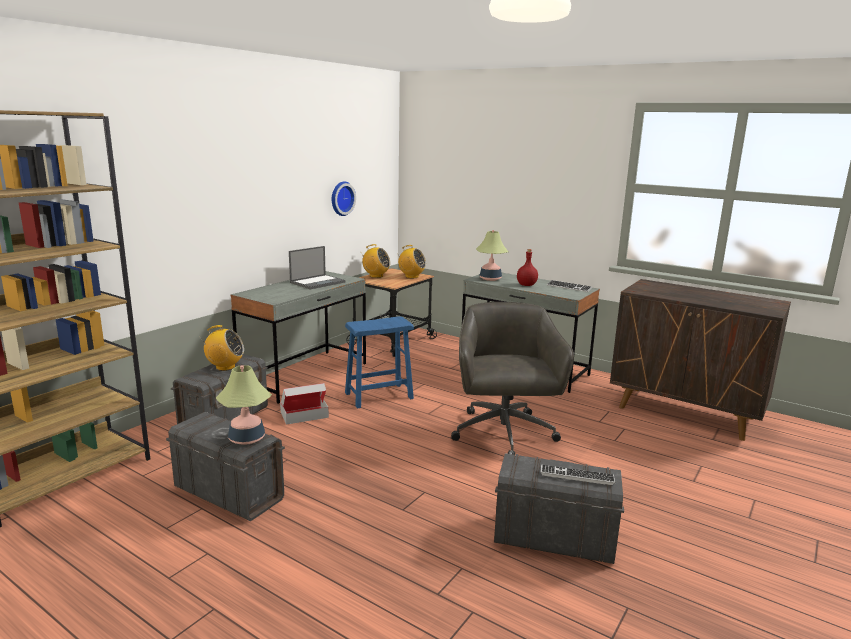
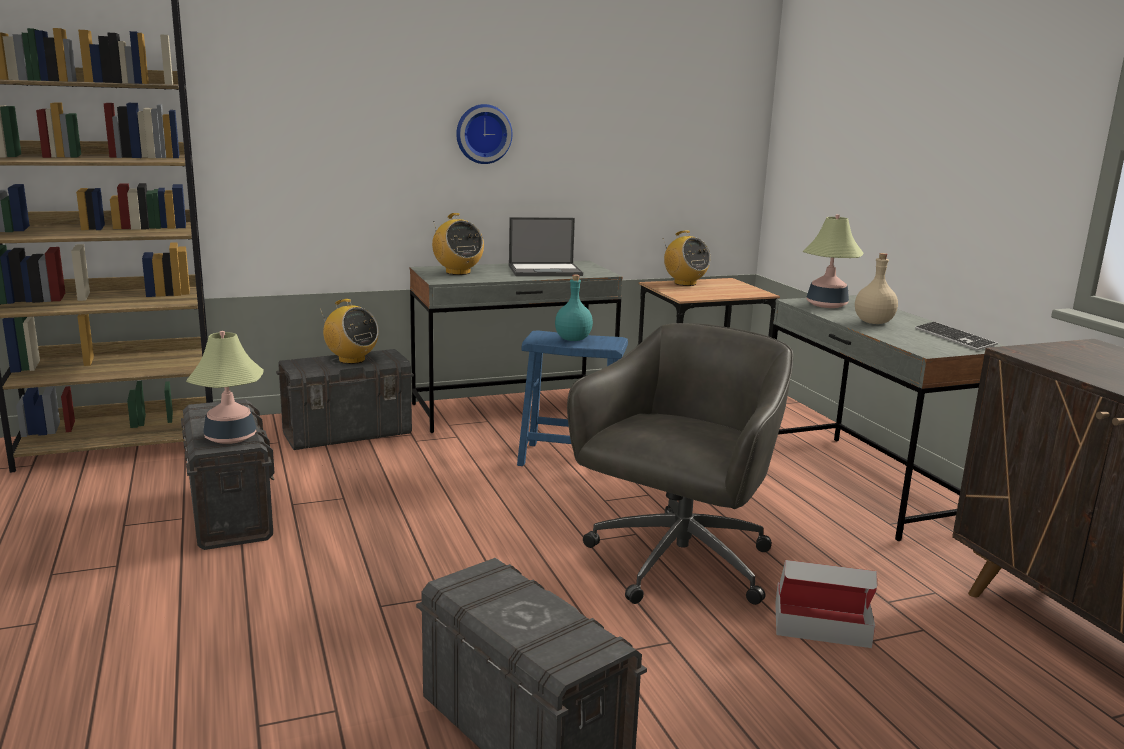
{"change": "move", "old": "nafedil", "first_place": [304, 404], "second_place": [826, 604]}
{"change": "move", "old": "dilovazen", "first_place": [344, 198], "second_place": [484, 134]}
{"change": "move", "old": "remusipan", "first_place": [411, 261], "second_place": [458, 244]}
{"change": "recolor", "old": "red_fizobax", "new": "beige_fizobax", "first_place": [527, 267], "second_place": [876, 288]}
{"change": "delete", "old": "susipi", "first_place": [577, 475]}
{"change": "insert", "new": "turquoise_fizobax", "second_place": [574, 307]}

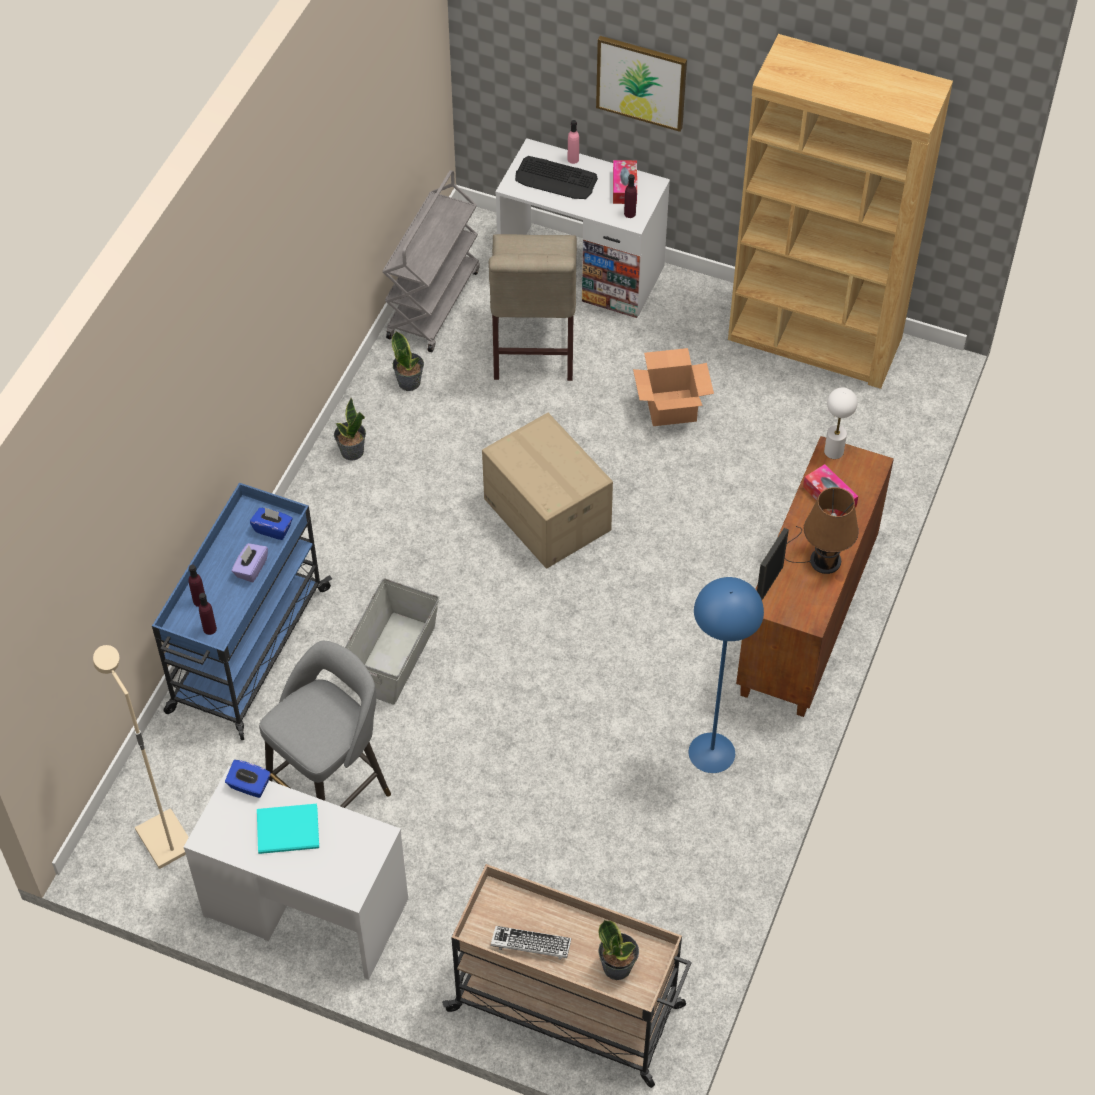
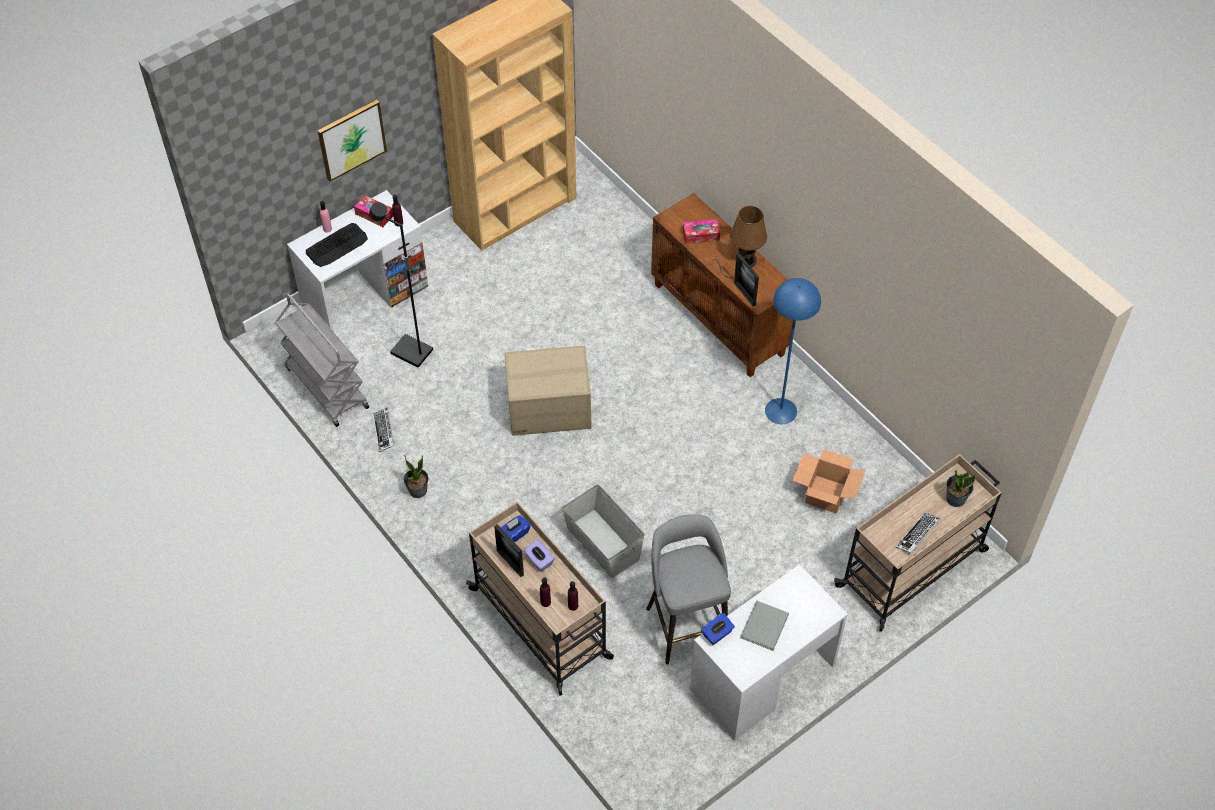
{"change": "delete", "old": "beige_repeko", "first_place": [141, 757]}
{"change": "recolor", "old": "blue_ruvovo", "new": "beige_ruvovo", "first_place": [242, 611], "second_place": [540, 598]}
{"change": "recolor", "old": "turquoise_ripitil", "new": "grey_ripitil", "first_place": [288, 829], "second_place": [765, 625]}
{"change": "replace", "old": "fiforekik", "new": "susipi", "first_place": [408, 361], "second_place": [383, 430]}
{"change": "replace", "old": "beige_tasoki", "new": "black_repeko", "first_place": [533, 307], "second_place": [401, 285]}
{"change": "move", "old": "nafedil", "first_place": [673, 387], "second_place": [829, 481]}
{"change": "delete", "old": "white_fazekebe", "first_place": [841, 423]}
{"change": "insert", "new": "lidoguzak", "second_place": [509, 550]}

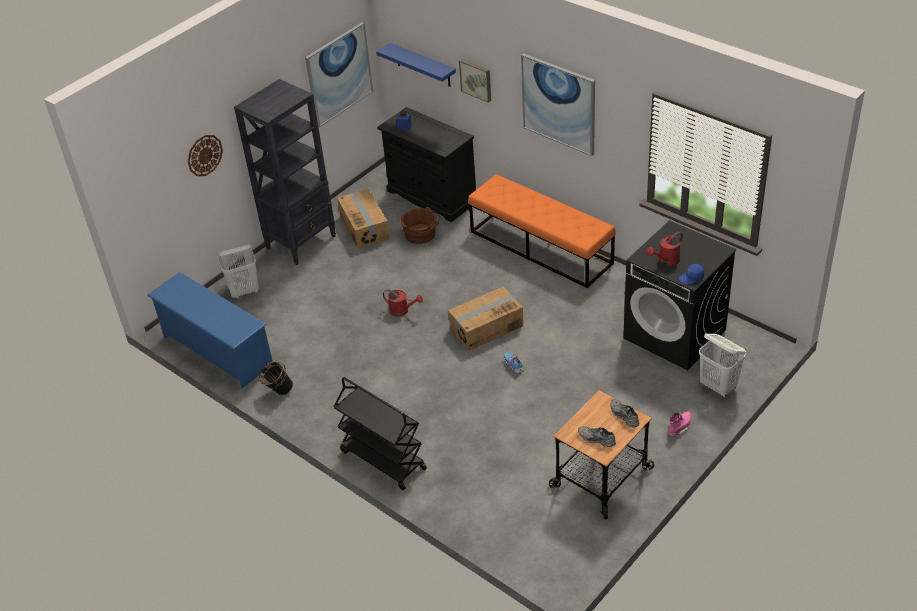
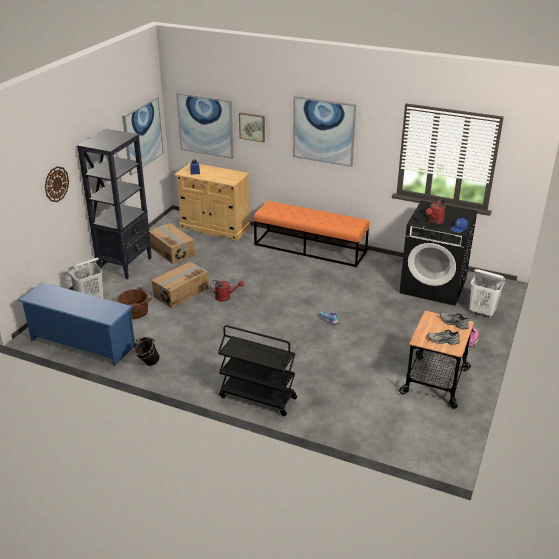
{"change": "replace", "old": "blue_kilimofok", "new": "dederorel", "first_place": [416, 65], "second_place": [205, 125]}
{"change": "recolor", "old": "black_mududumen", "new": "beige_mududumen", "first_place": [426, 164], "second_place": [212, 201]}
{"change": "move", "old": "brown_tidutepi", "first_place": [420, 225], "second_place": [134, 303]}
{"change": "move", "old": "nafedil", "first_place": [485, 319], "second_place": [180, 285]}

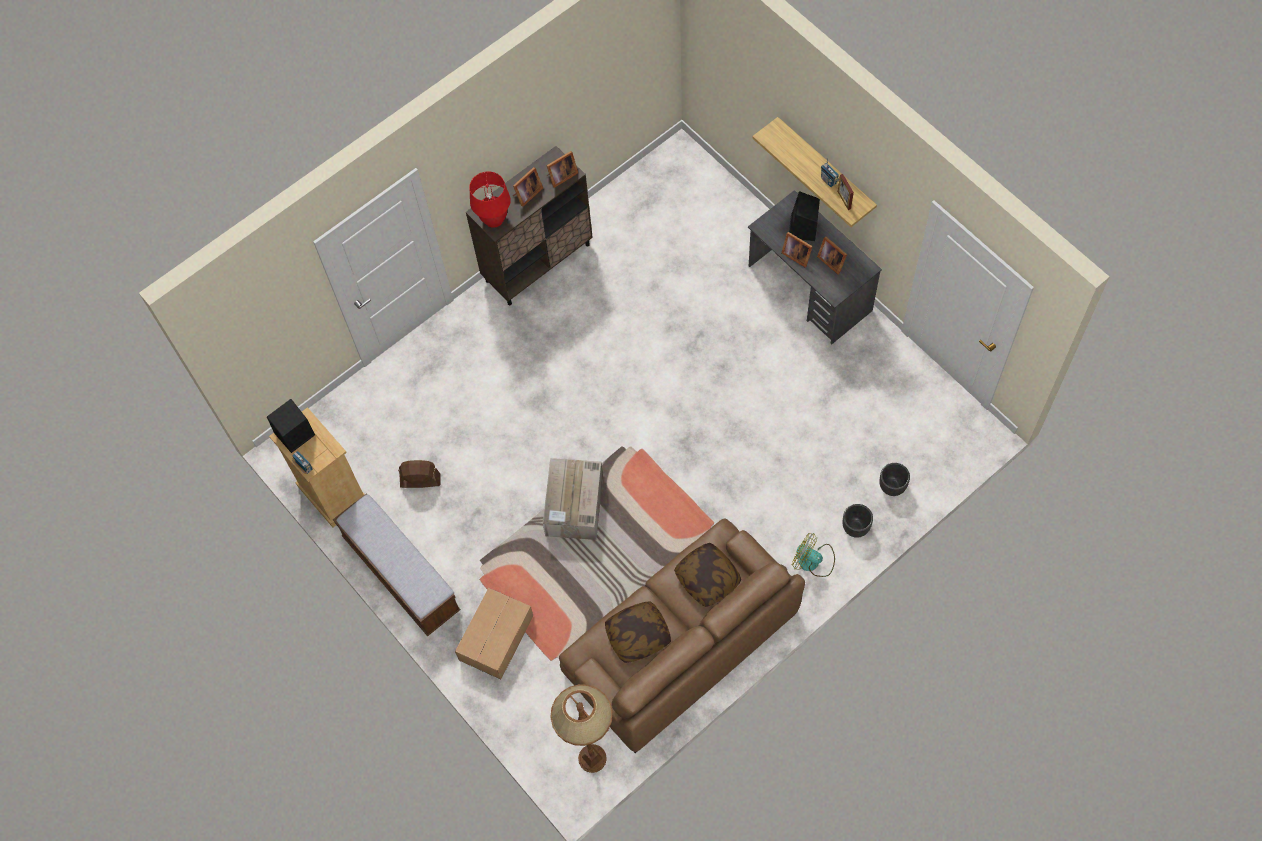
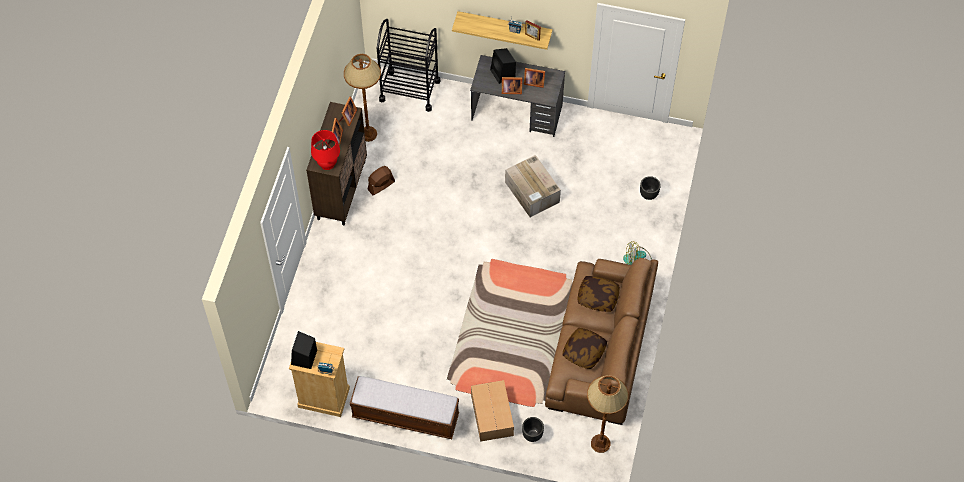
{"change": "move", "old": "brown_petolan", "first_place": [419, 474], "second_place": [381, 180]}
{"change": "move", "old": "nafedil", "first_place": [573, 499], "second_place": [533, 186]}
{"change": "move", "old": "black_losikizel", "first_place": [858, 521], "second_place": [533, 429]}
{"change": "insert", "new": "brown_repeko", "second_place": [362, 98]}
{"change": "insert", "new": "black_ruvovo", "second_place": [408, 65]}

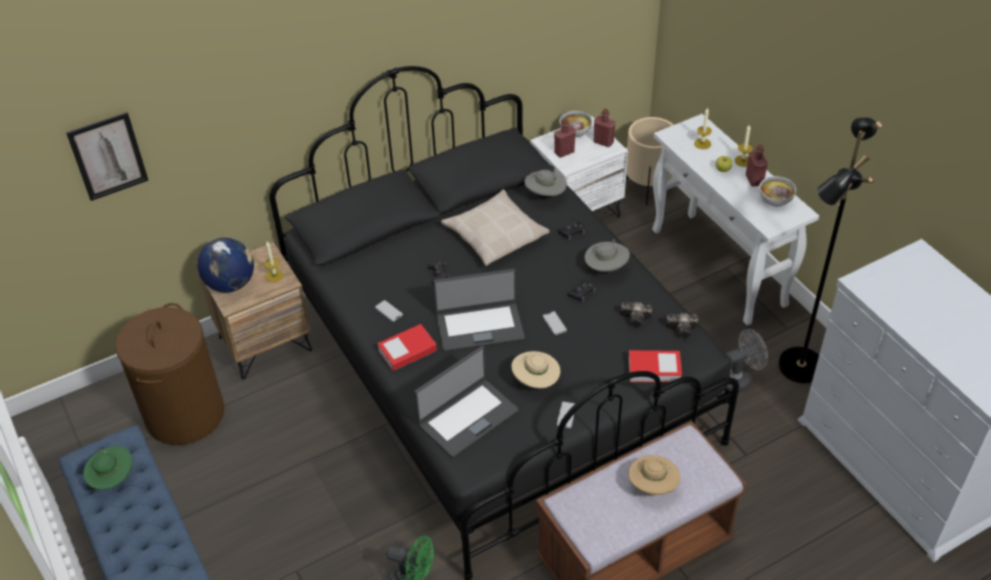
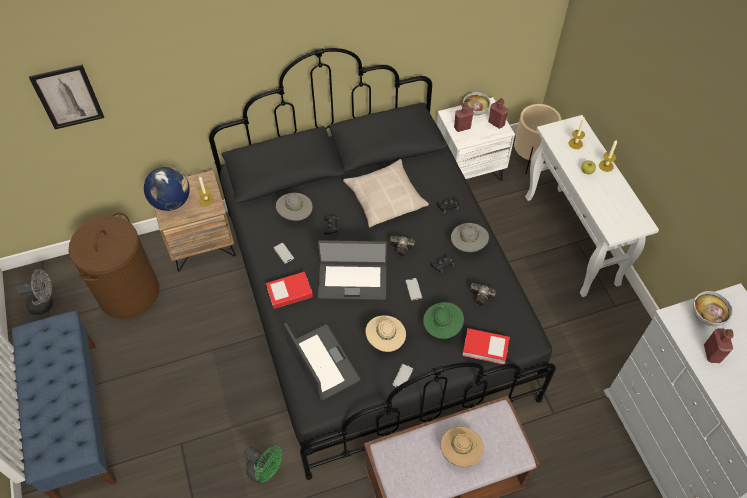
{"change": "move", "old": "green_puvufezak", "first_place": [108, 468], "second_place": [443, 320]}
{"change": "rotate", "old": "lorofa", "first_place": [466, 402], "second_place": [322, 361], "degrees": -90}
{"change": "move", "old": "grey_puvufezak", "first_place": [545, 184], "second_place": [294, 207]}
{"change": "move", "old": "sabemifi", "first_place": [682, 326], "second_place": [402, 246]}
{"change": "move", "old": "grey_petolan", "first_place": [747, 361], "second_place": [34, 292]}
{"change": "move", "old": "red_fizobax", "first_place": [757, 165], "second_place": [719, 345]}
{"change": "move", "old": "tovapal", "first_place": [777, 191], "second_place": [713, 308]}
{"change": "delete", "old": "black_repeko", "first_place": [830, 250]}

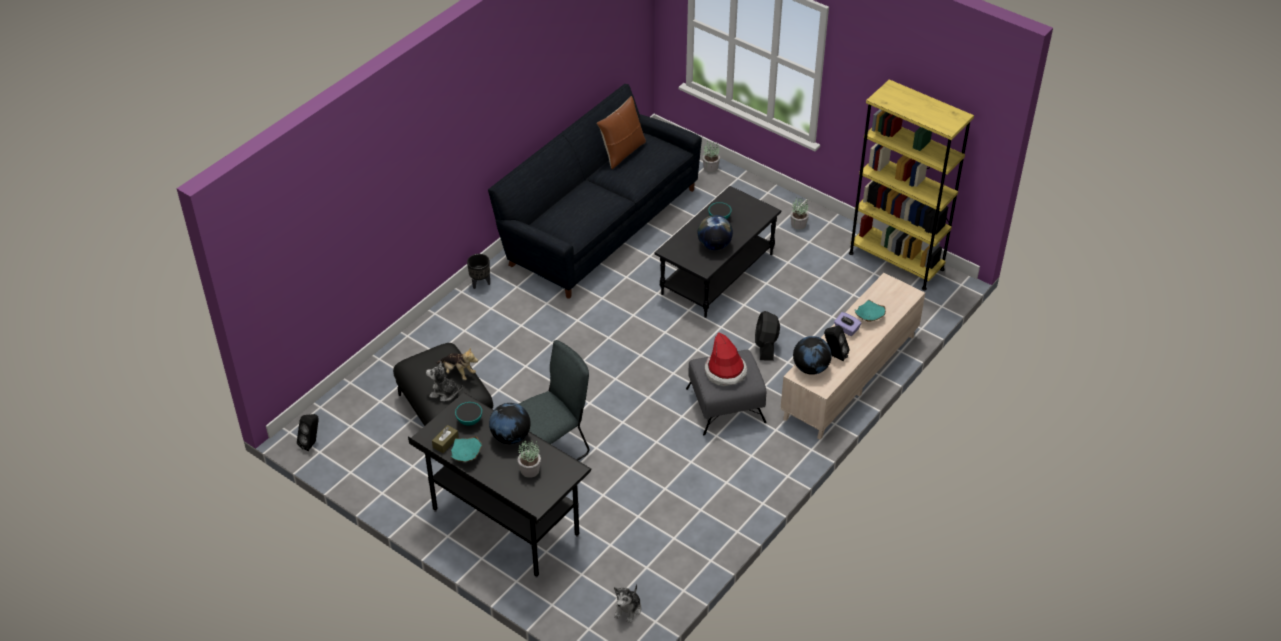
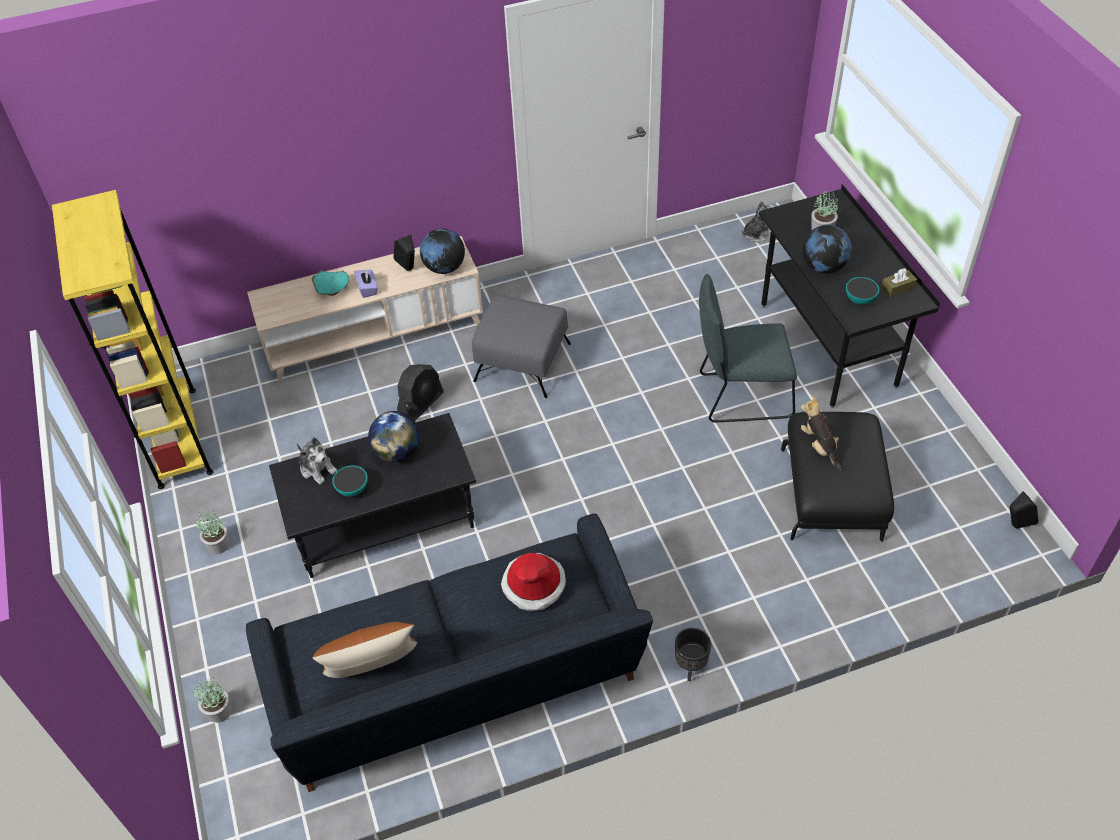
{"change": "move", "old": "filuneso", "first_place": [444, 381], "second_place": [316, 460]}
{"change": "delete", "old": "turquoise_tovapal", "first_place": [466, 449]}
{"change": "move", "old": "puvufezak", "first_place": [725, 359], "second_place": [533, 582]}

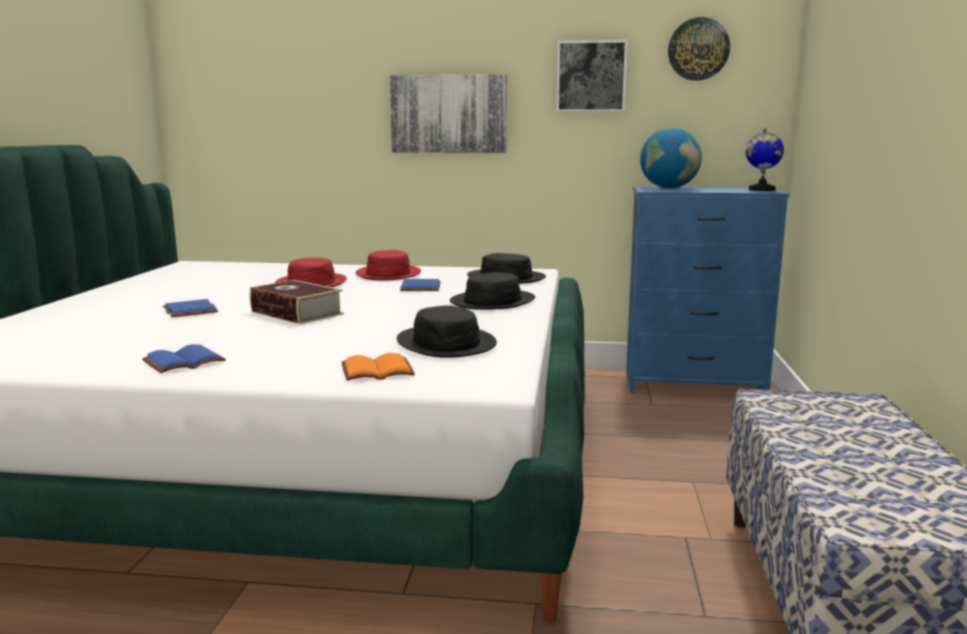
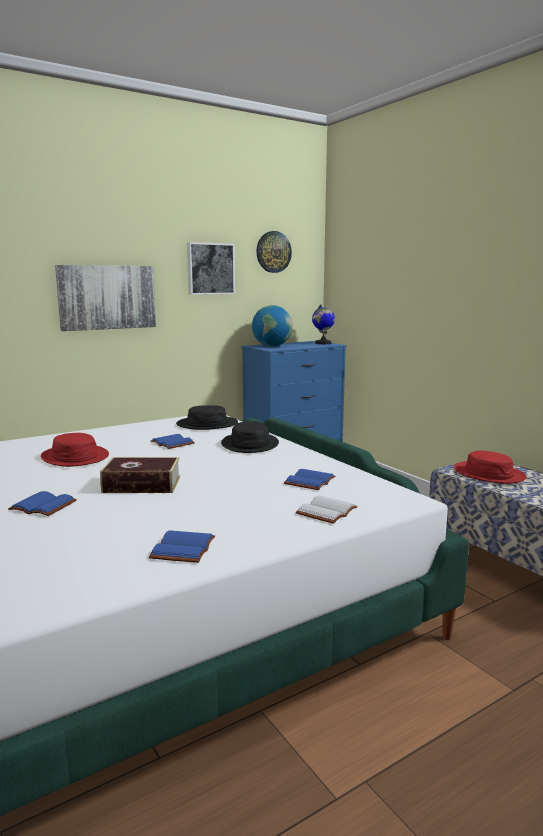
{"change": "recolor", "old": "orange_ripitil", "new": "white_ripitil", "first_place": [378, 367], "second_place": [327, 510]}
{"change": "move", "old": "red_puvufezak", "first_place": [388, 265], "second_place": [490, 467]}
{"change": "replace", "old": "black_puvufezak", "new": "blue_ripitil", "first_place": [447, 331], "second_place": [310, 479]}

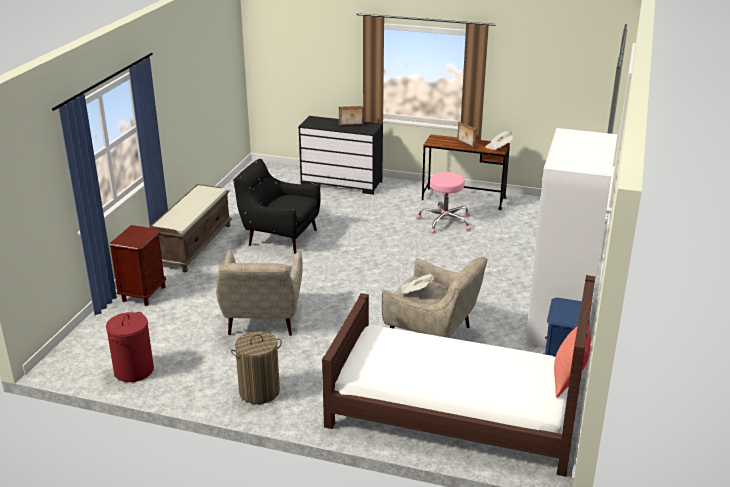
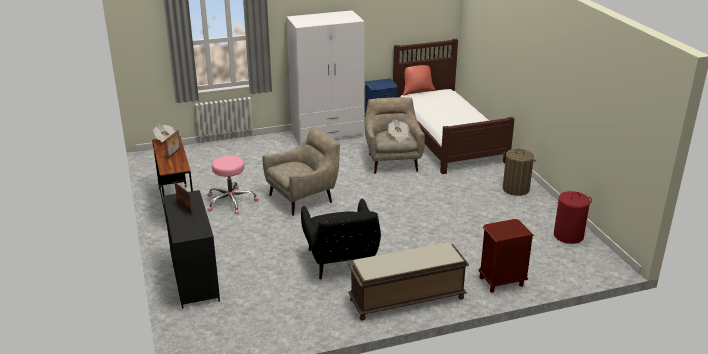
{"change": "move", "old": "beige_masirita", "first_place": [259, 293], "second_place": [301, 171]}

